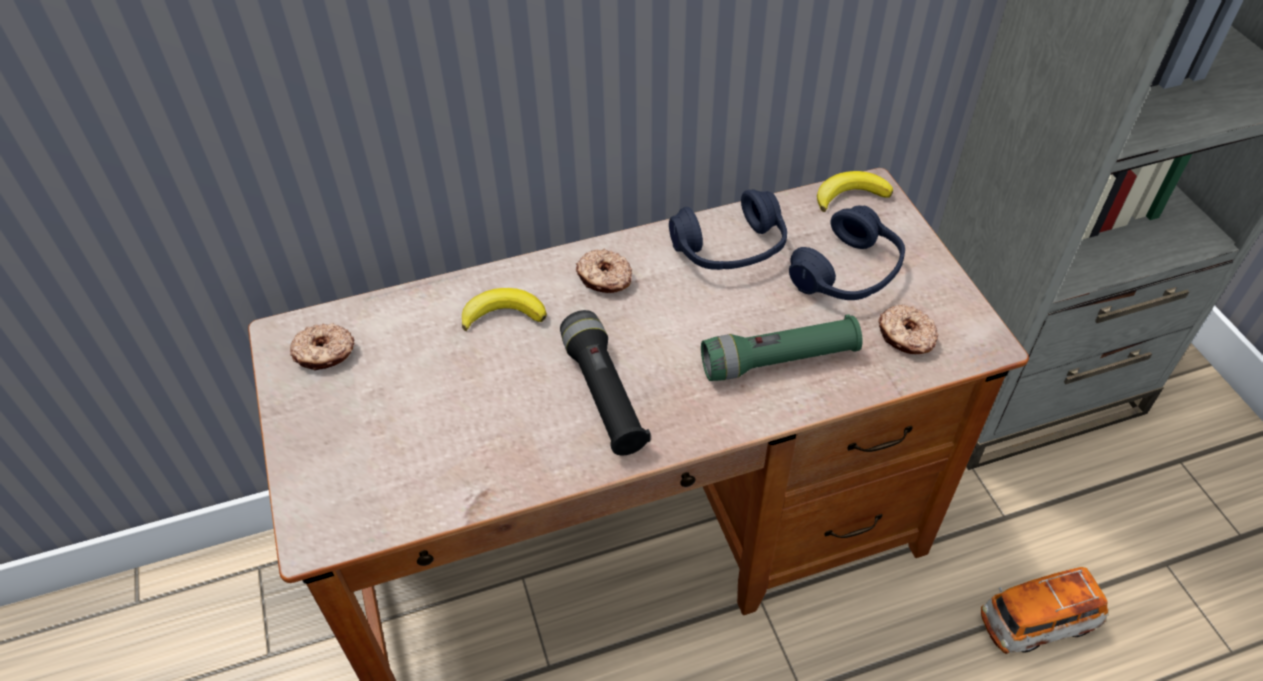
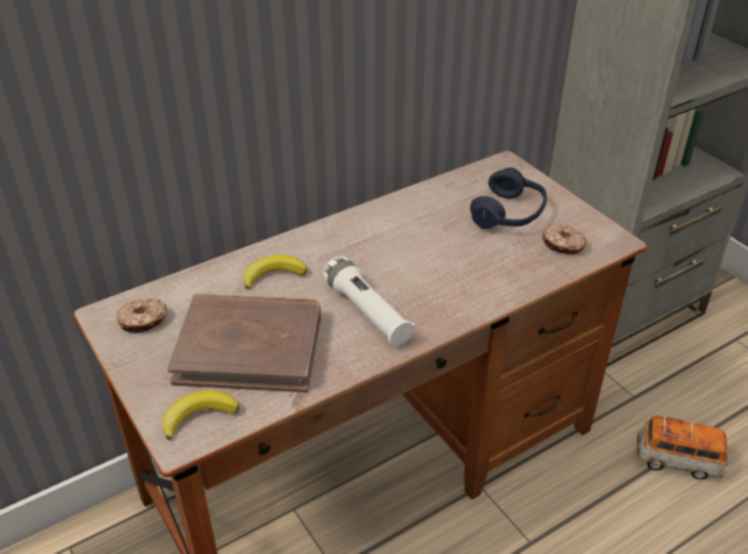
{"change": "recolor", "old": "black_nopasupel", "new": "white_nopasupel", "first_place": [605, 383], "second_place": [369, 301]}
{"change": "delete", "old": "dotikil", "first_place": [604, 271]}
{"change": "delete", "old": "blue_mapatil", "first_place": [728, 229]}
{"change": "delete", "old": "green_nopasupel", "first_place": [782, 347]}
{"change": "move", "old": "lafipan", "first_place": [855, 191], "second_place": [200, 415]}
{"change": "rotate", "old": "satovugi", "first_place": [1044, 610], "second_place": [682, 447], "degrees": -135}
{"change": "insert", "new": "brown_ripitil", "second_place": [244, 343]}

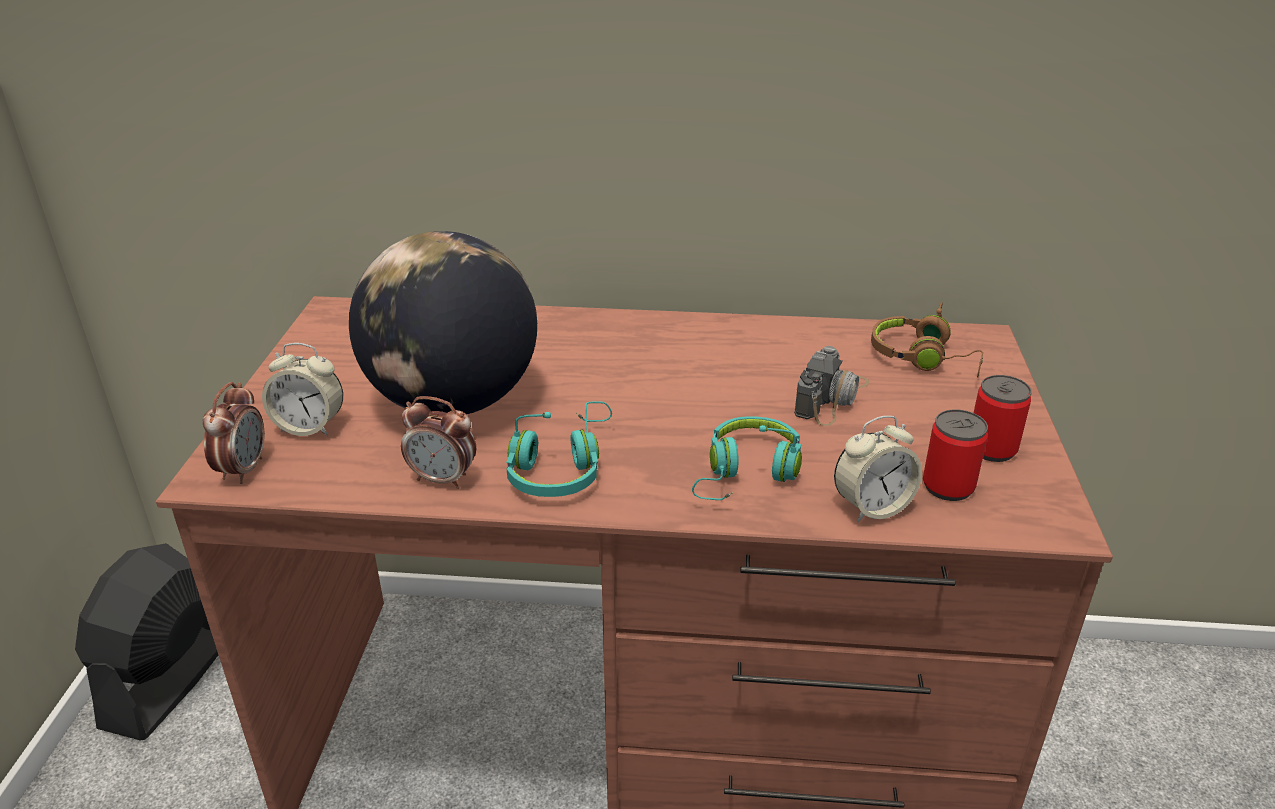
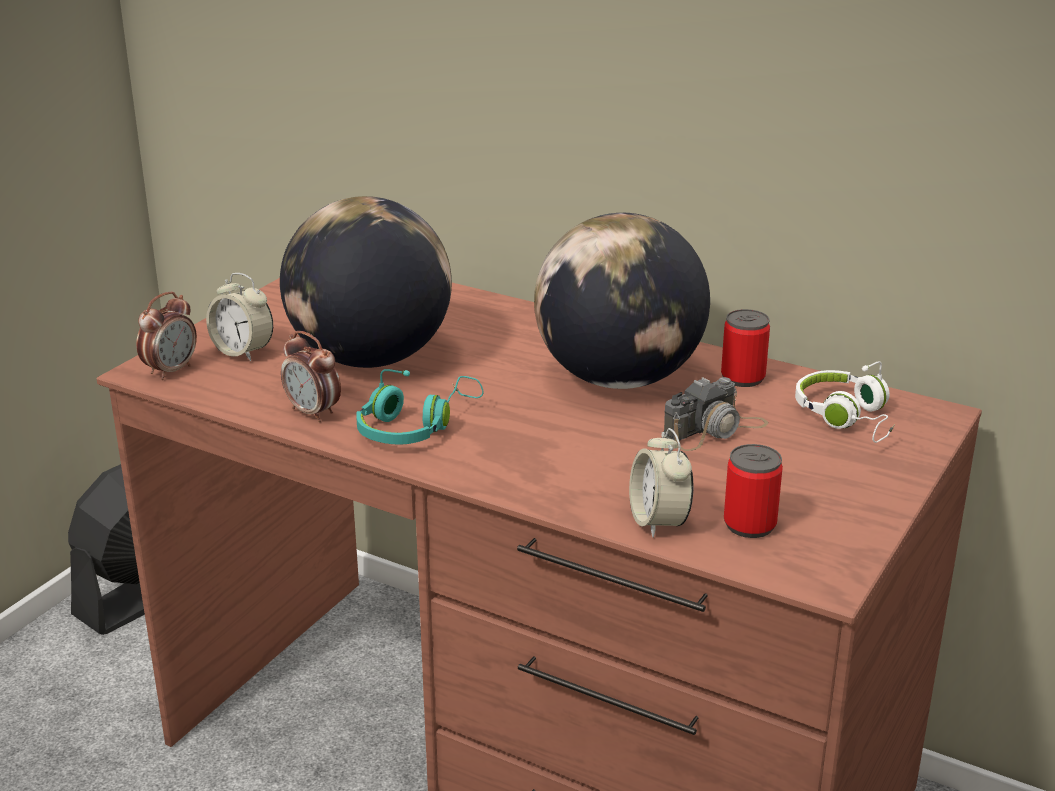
{"change": "delete", "old": "turquoise_mapatil", "first_place": [747, 458]}
{"change": "rotate", "old": "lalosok", "first_place": [878, 469], "second_place": [661, 483], "degrees": 75}
{"change": "recolor", "old": "brown_mapatil", "new": "white_mapatil", "first_place": [927, 339], "second_place": [845, 402]}
{"change": "move", "old": "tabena", "first_place": [1002, 418], "second_place": [745, 348]}
{"change": "insert", "new": "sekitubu", "second_place": [622, 301]}

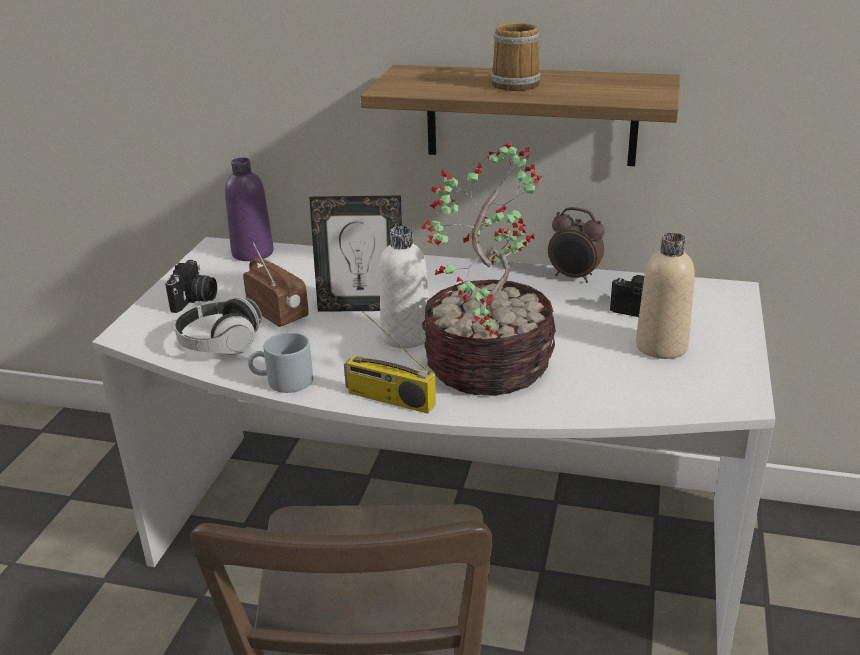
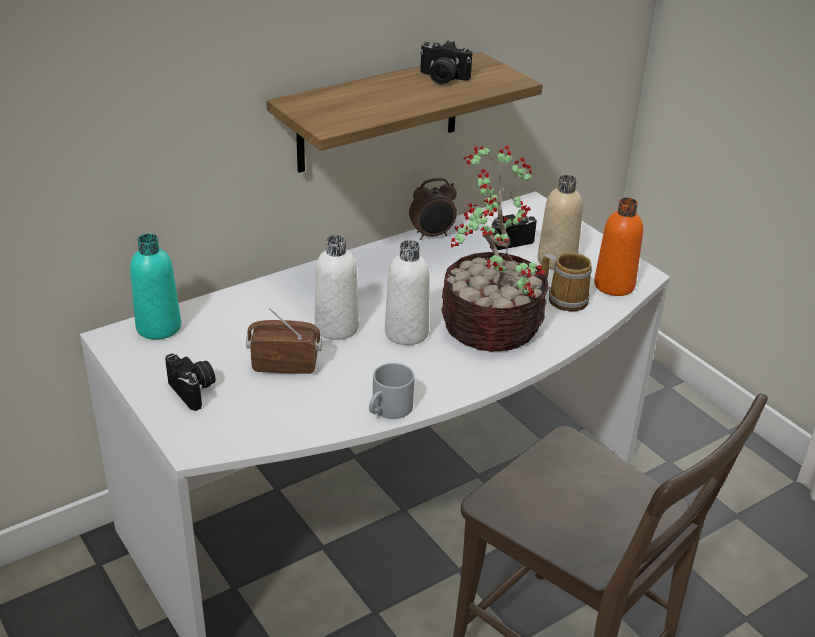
{"change": "delete", "old": "mapatil", "first_place": [218, 326]}
{"change": "recolor", "old": "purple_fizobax", "new": "turquoise_fizobax", "first_place": [249, 209], "second_place": [155, 287]}
{"change": "replace", "old": "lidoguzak", "new": "white_fizobax", "first_place": [355, 253], "second_place": [337, 287]}
{"change": "delete", "old": "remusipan", "first_place": [390, 362]}
{"change": "move", "old": "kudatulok", "first_place": [516, 57], "second_place": [566, 282]}
{"change": "insert", "new": "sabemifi", "second_place": [446, 62]}
{"change": "insert", "new": "orange_fizobax", "second_place": [618, 247]}

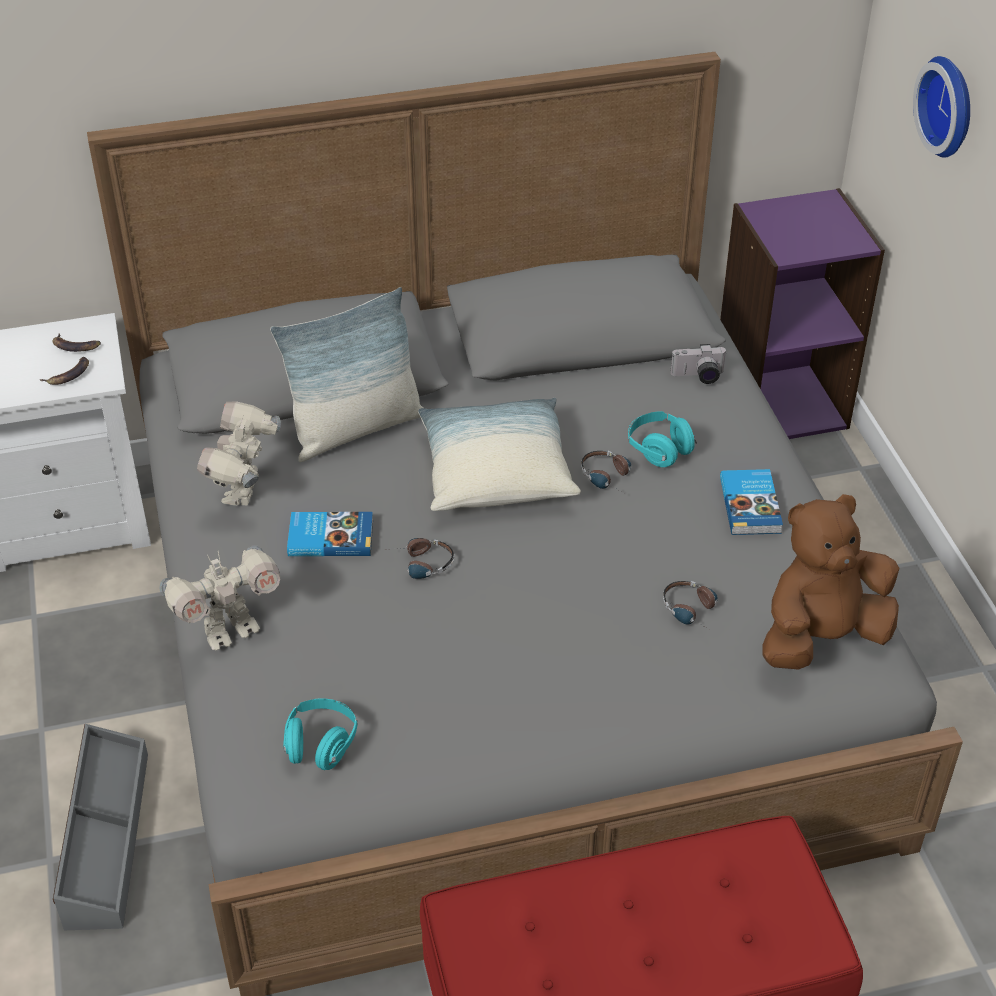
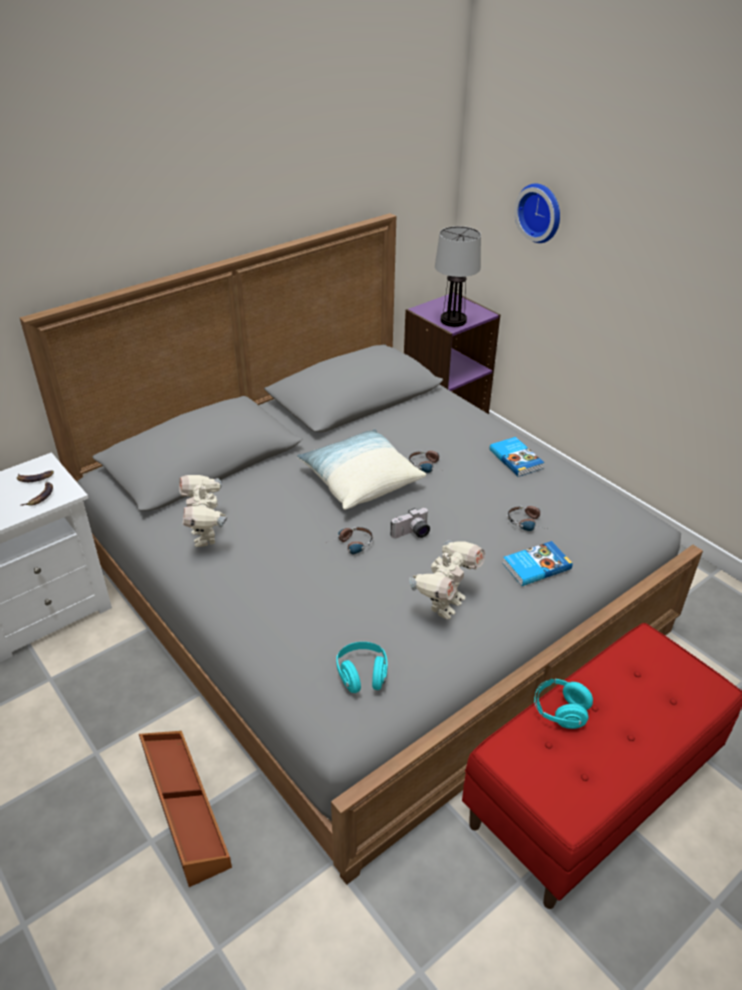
{"change": "recolor", "old": "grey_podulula", "new": "brown_podulula", "first_place": [100, 827], "second_place": [185, 809]}
{"change": "move", "old": "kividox", "first_place": [219, 597], "second_place": [447, 579]}
{"change": "delete", "old": "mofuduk", "first_place": [346, 374]}
{"change": "move", "old": "ripitil", "first_place": [330, 534], "second_place": [537, 563]}
{"change": "move", "old": "turquoise_mapatil", "first_place": [662, 439], "second_place": [563, 704]}
{"change": "move", "old": "sabemifi", "first_place": [698, 364], "second_place": [410, 523]}
{"change": "delete", "old": "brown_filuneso", "first_place": [830, 582]}
{"change": "insert", "new": "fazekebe", "second_place": [458, 276]}

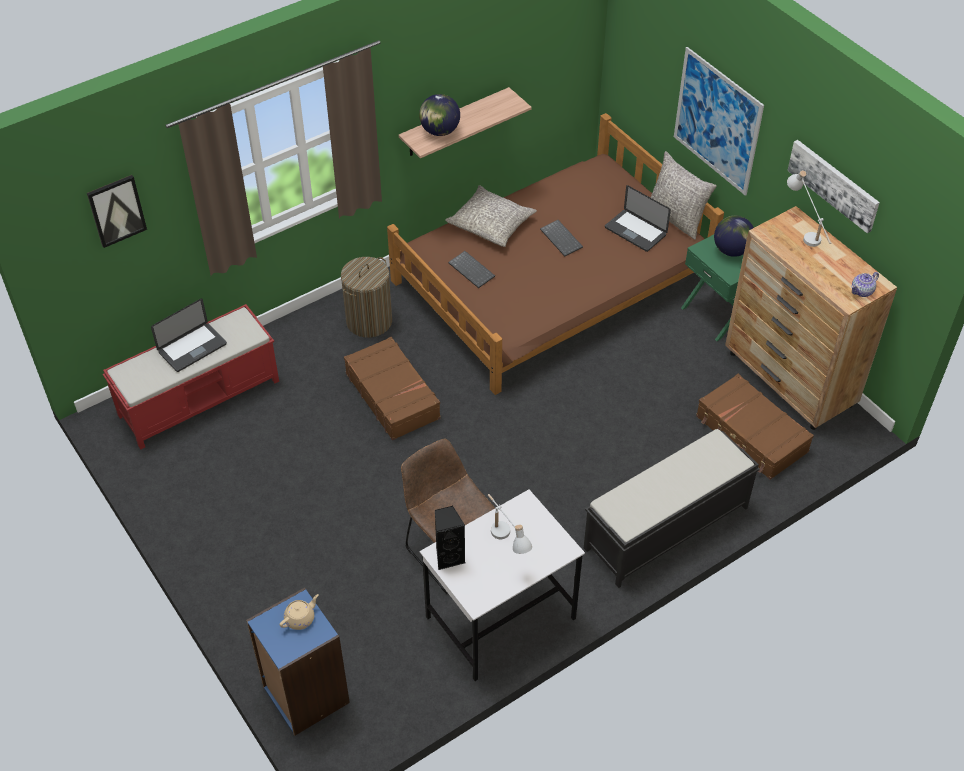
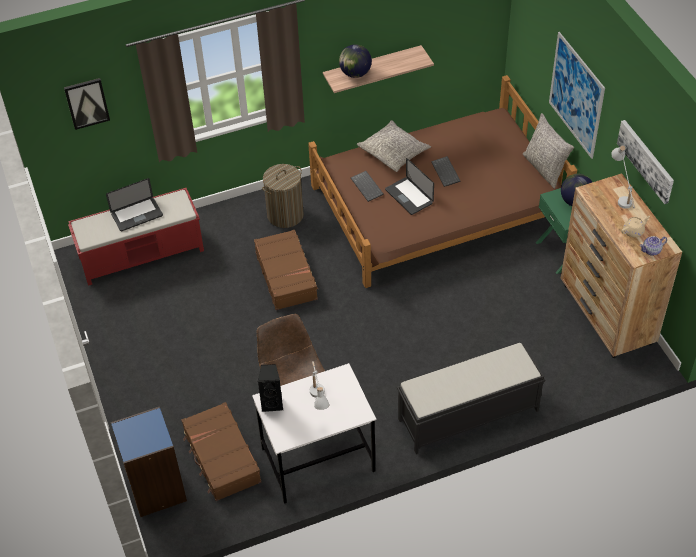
{"change": "move", "old": "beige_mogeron", "first_place": [299, 612], "second_place": [635, 226]}
{"change": "move", "old": "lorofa", "first_place": [638, 218], "second_place": [409, 186]}
{"change": "move", "old": "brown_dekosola", "first_place": [755, 427], "second_place": [221, 451]}

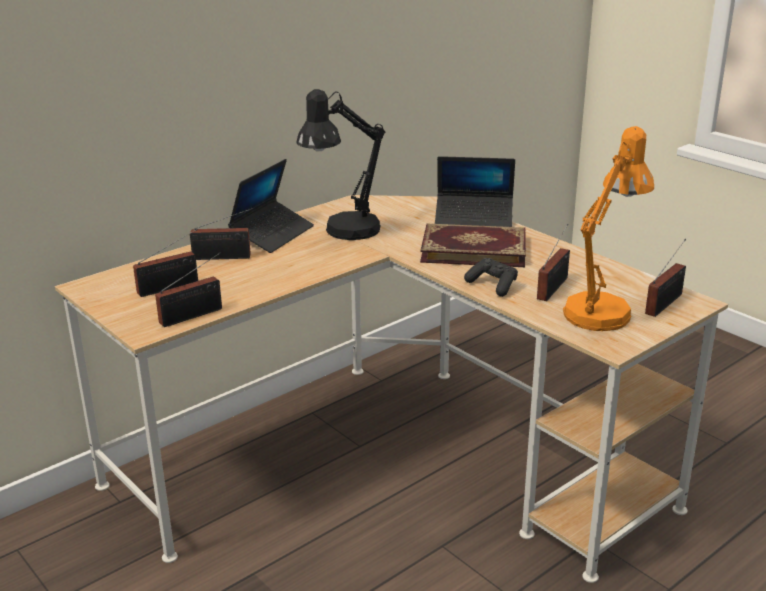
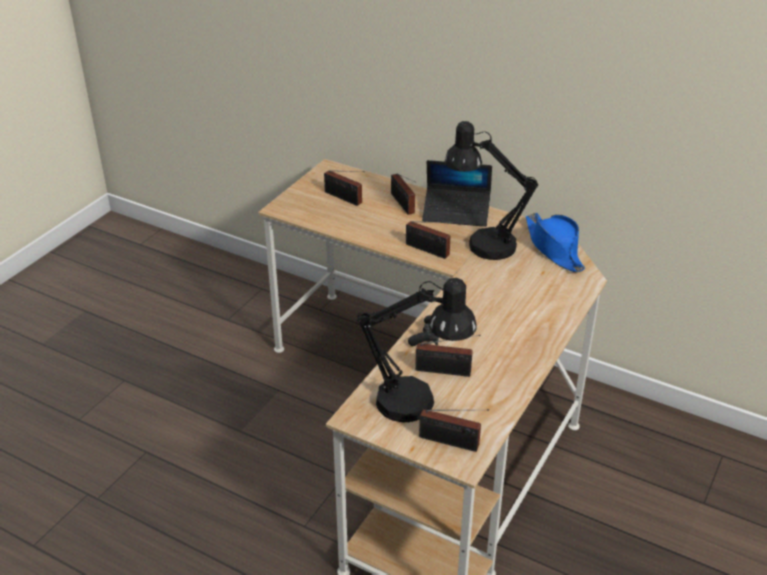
{"change": "move", "old": "remusipan", "first_place": [188, 290], "second_place": [430, 240]}
{"change": "delete", "old": "ripitil", "first_place": [473, 245]}
{"change": "delete", "old": "lorofa", "first_place": [475, 191]}
{"change": "recolor", "old": "orange_fazekebe", "new": "black_fazekebe", "first_place": [608, 228], "second_place": [417, 350]}
{"change": "insert", "new": "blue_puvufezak", "second_place": [555, 242]}

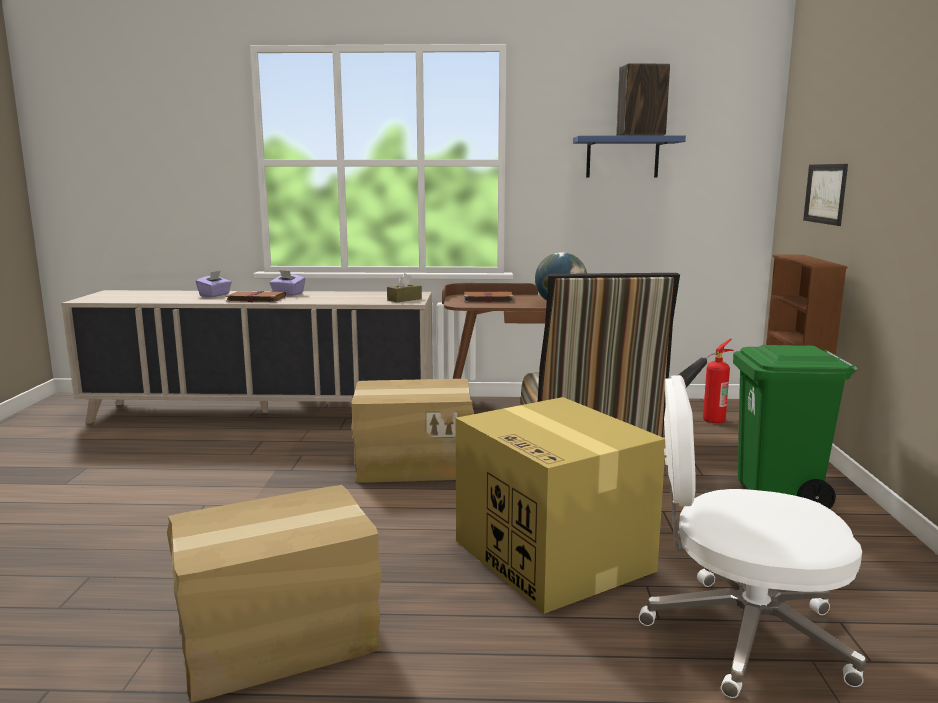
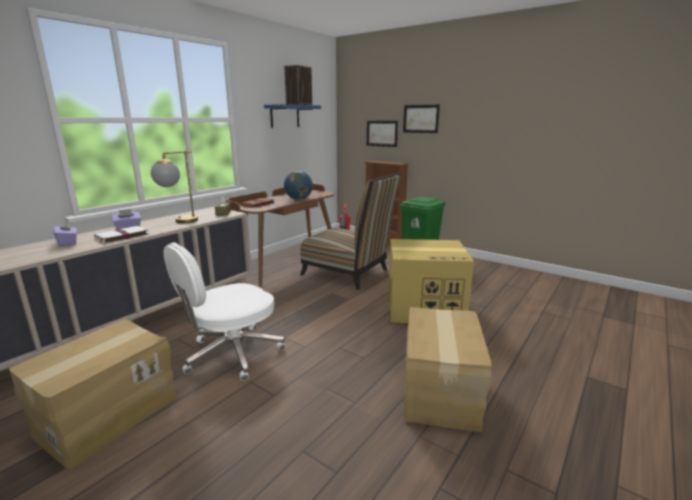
{"change": "recolor", "old": "brown_ripitil", "new": "white_ripitil", "first_place": [255, 297], "second_place": [121, 235]}
{"change": "move", "old": "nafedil", "first_place": [412, 431], "second_place": [93, 394]}
{"change": "move", "old": "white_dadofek", "first_place": [752, 536], "second_place": [225, 311]}
{"change": "insert", "new": "fazekebe", "second_place": [174, 187]}
{"change": "insert", "new": "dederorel", "second_place": [421, 119]}

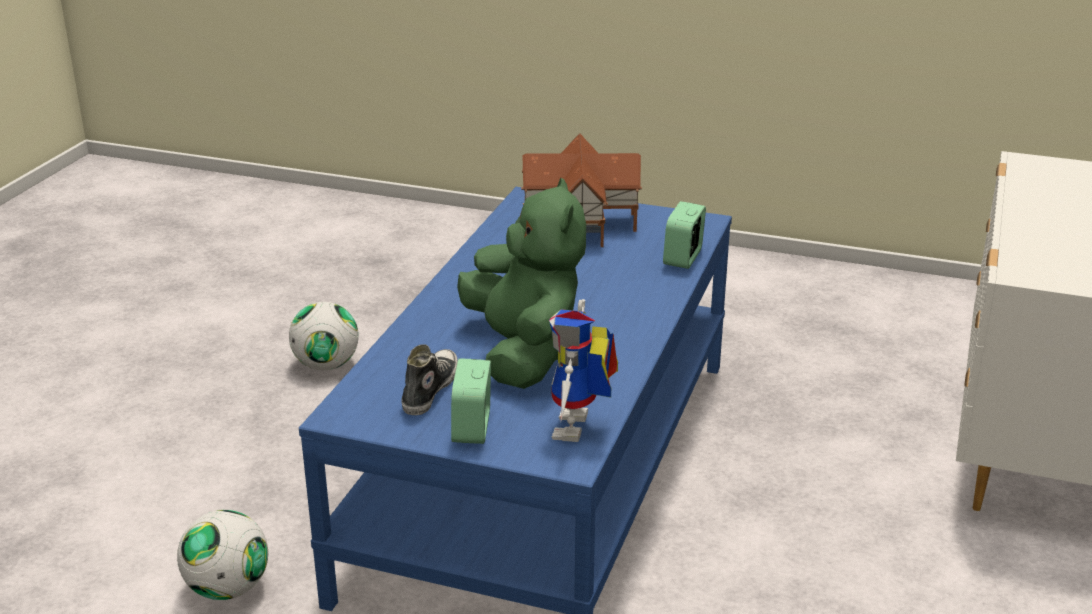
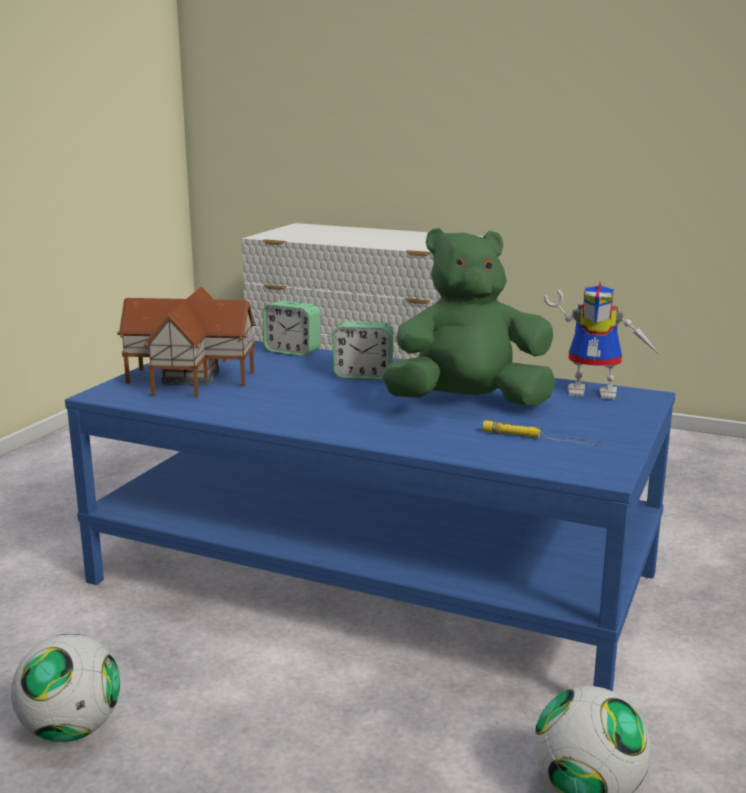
{"change": "replace", "old": "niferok", "new": "yellow_nopasupel", "first_place": [429, 379], "second_place": [543, 433]}
{"change": "move", "old": "lalosok", "first_place": [471, 401], "second_place": [363, 350]}

